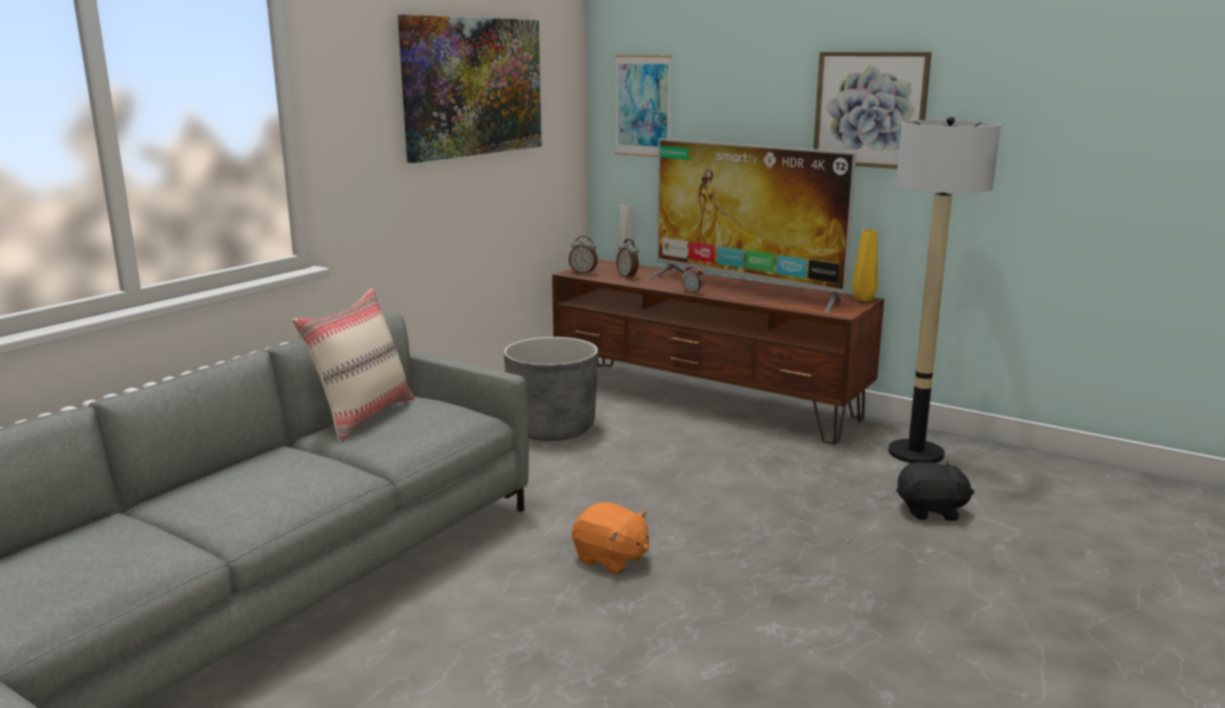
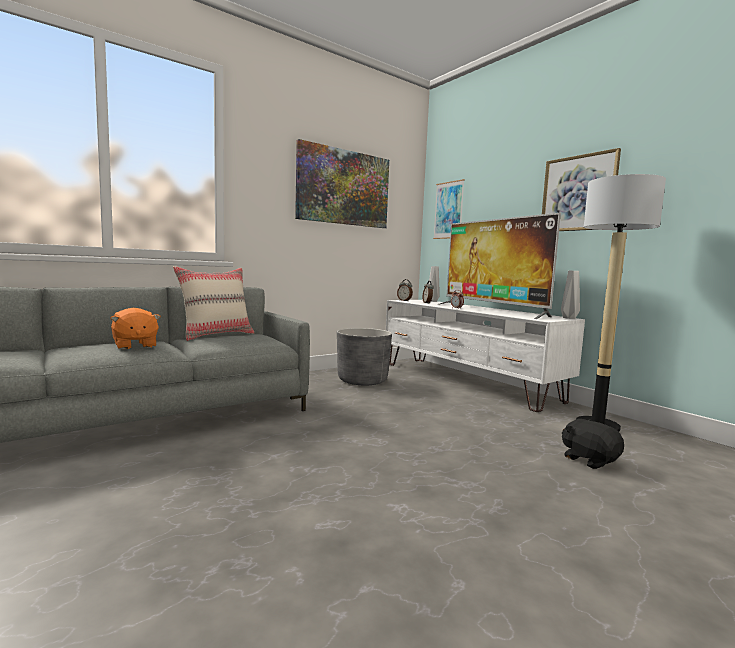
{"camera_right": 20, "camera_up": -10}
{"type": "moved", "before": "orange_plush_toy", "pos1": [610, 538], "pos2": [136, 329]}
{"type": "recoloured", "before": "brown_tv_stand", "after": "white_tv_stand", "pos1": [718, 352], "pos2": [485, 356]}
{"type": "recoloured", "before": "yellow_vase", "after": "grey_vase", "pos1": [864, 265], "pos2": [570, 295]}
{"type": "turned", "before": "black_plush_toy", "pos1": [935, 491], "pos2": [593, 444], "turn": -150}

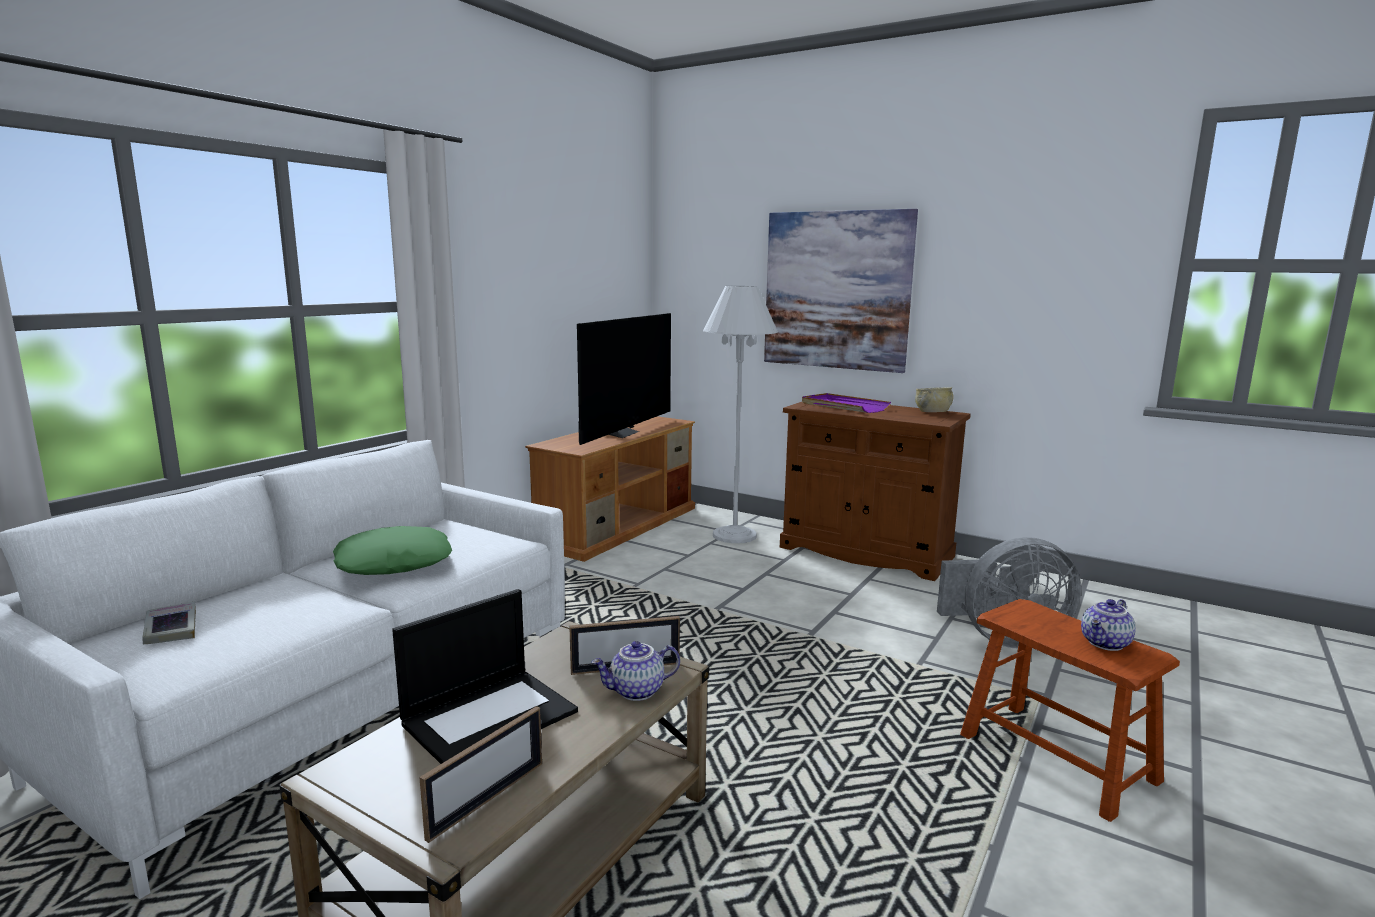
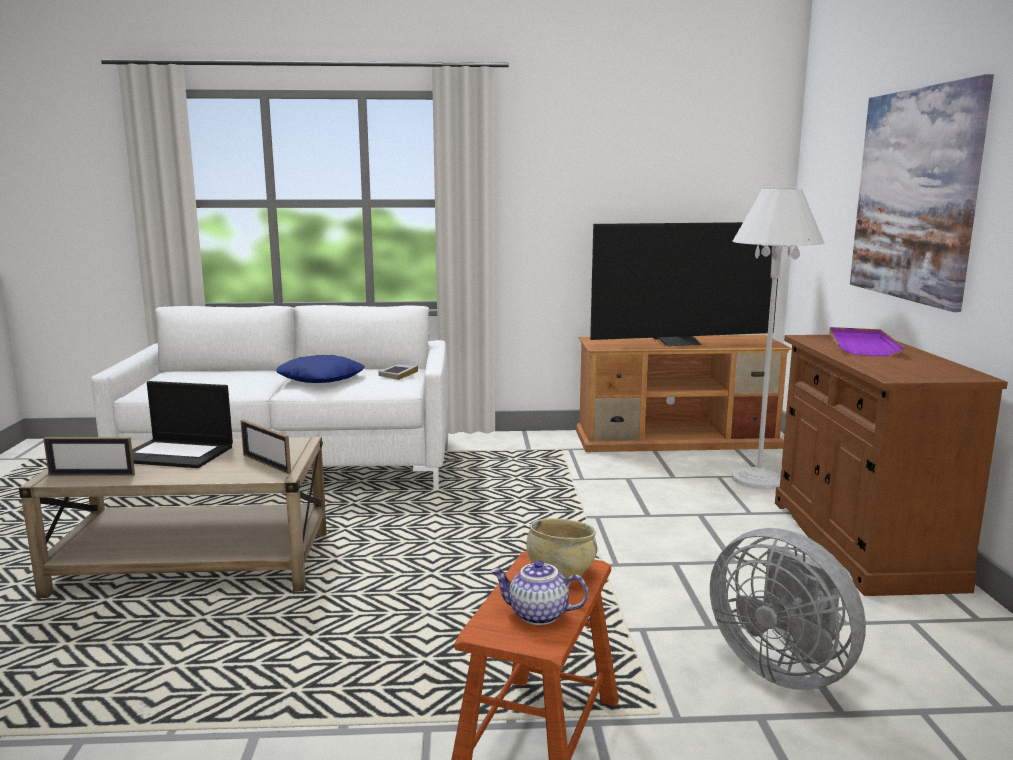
{"camera_right": 55, "camera_up": 0}
{"type": "recoloured", "before": "green_pillow", "after": "blue_pillow", "pos1": [392, 550], "pos2": [320, 369]}
{"type": "moved", "before": "book", "pos1": [169, 623], "pos2": [398, 372]}
{"type": "moved", "before": "beige_bowl", "pos1": [934, 399], "pos2": [561, 548]}
{"type": "removed", "before": "teapot", "pos1": [635, 671]}

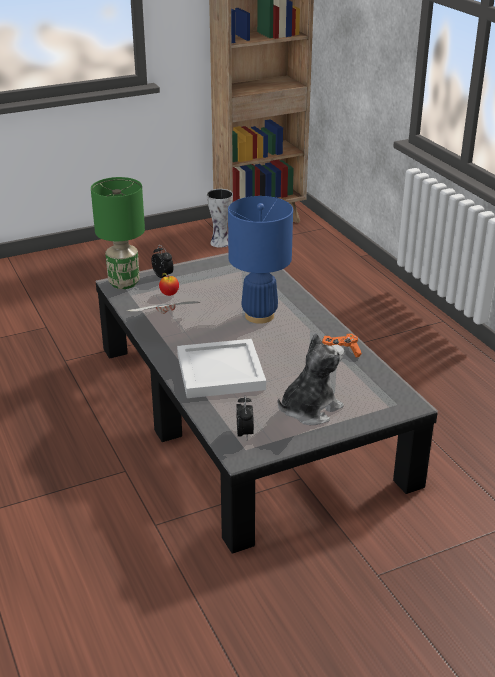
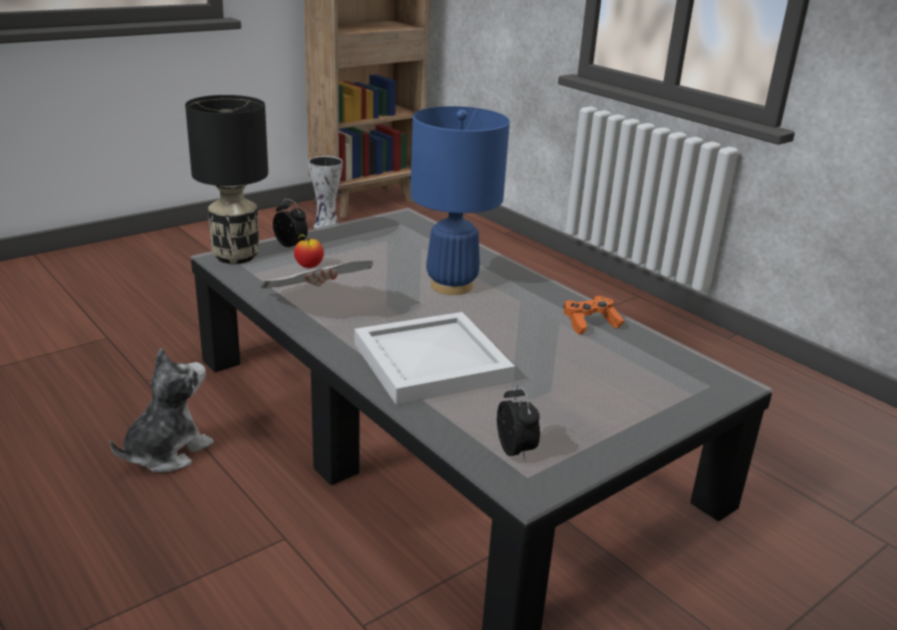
{"camera_right": -15, "camera_up": -5}
{"type": "moved", "before": "plush_toy", "pos1": [311, 379], "pos2": [162, 410]}
{"type": "recoloured", "before": "green_table_lamp", "after": "black_table_lamp", "pos1": [118, 233], "pos2": [226, 179]}

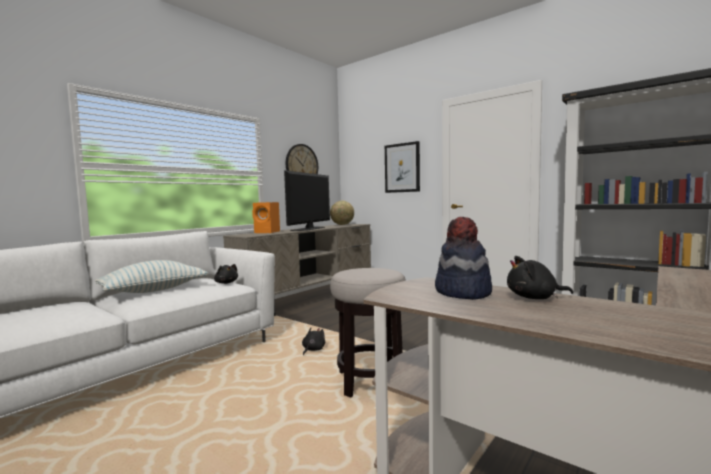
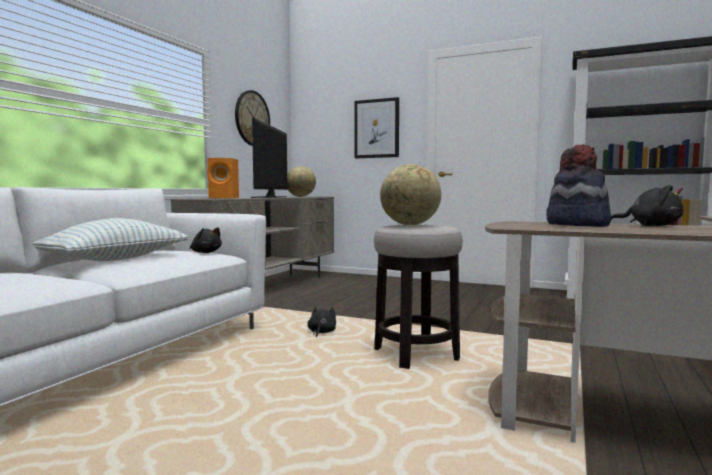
{"camera_right": -15, "camera_up": 0}
{"type": "added", "after": "globe", "pos2": [410, 194]}
{"type": "turned", "before": "black_plush_toy", "pos1": [540, 277], "pos2": [647, 205], "turn": -135}

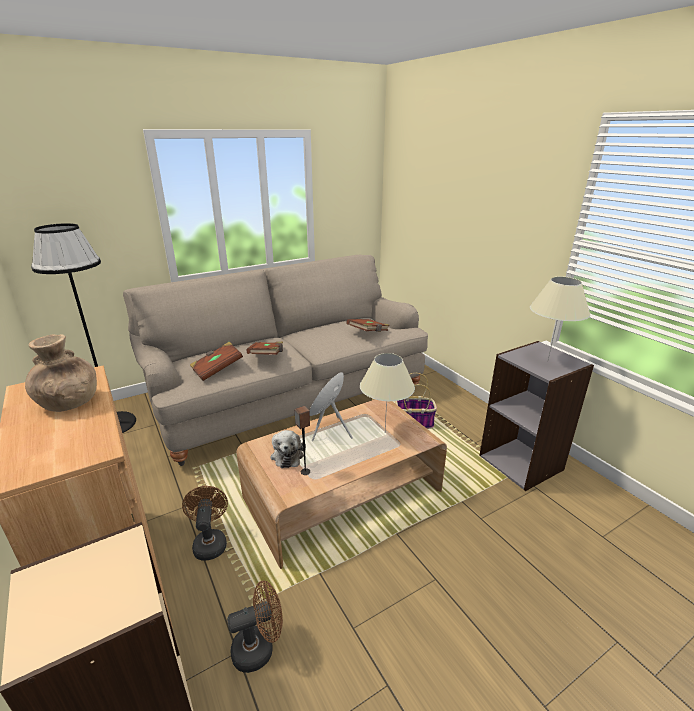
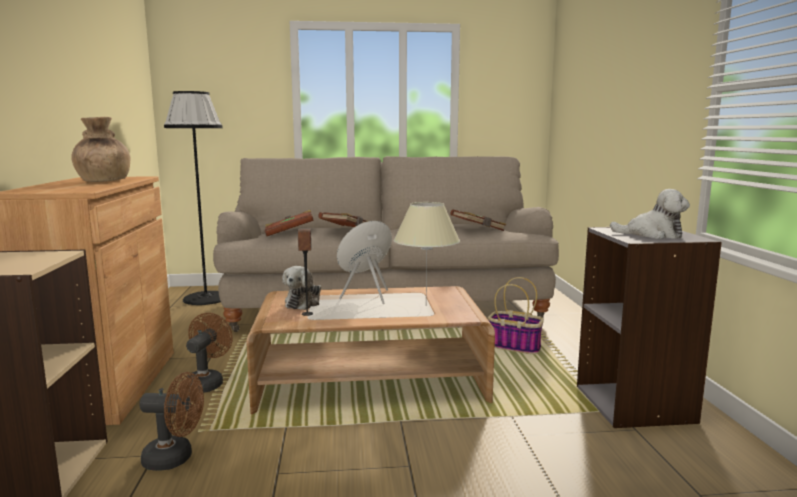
{"camera_right": 25, "camera_up": -15}
{"type": "replaced", "before": "beige_table_lamp", "after": "plush_toy", "pos1": [560, 318], "pos2": [650, 214]}

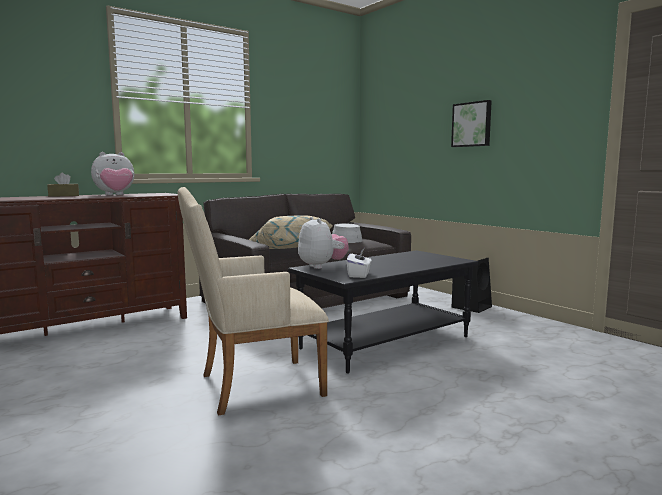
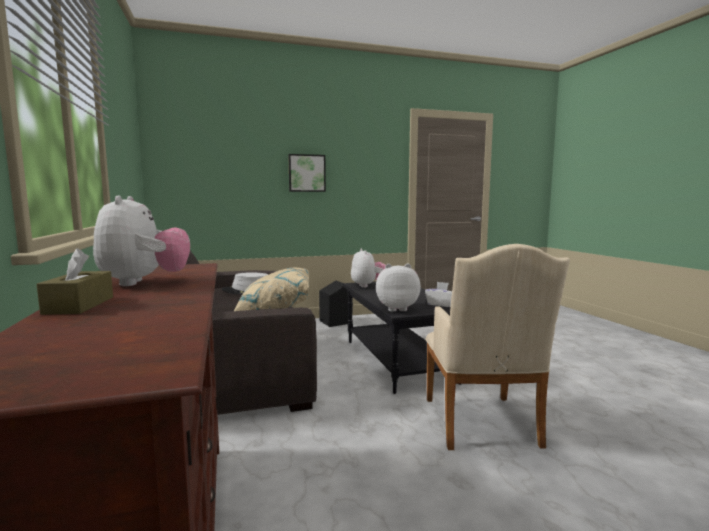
{"camera_right": -70, "camera_up": 0}
{"type": "added", "after": "plush_toy", "pos2": [368, 268]}

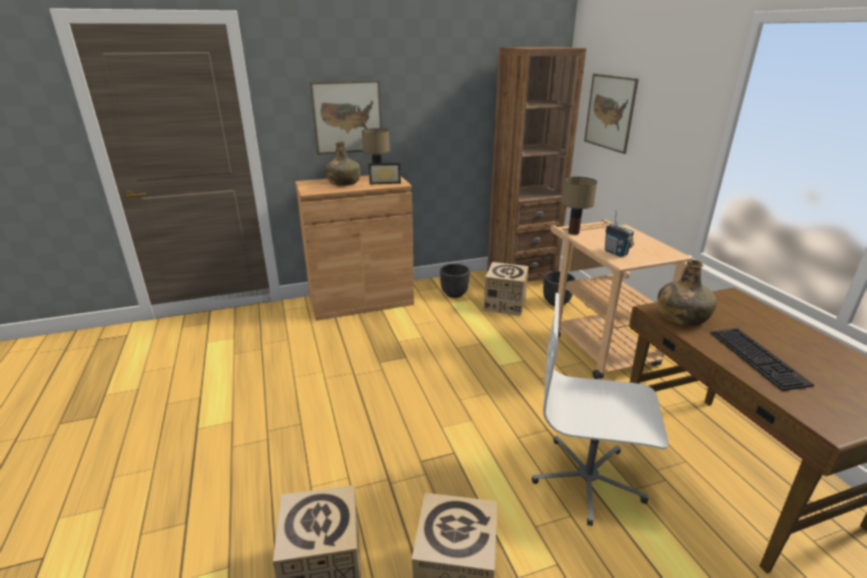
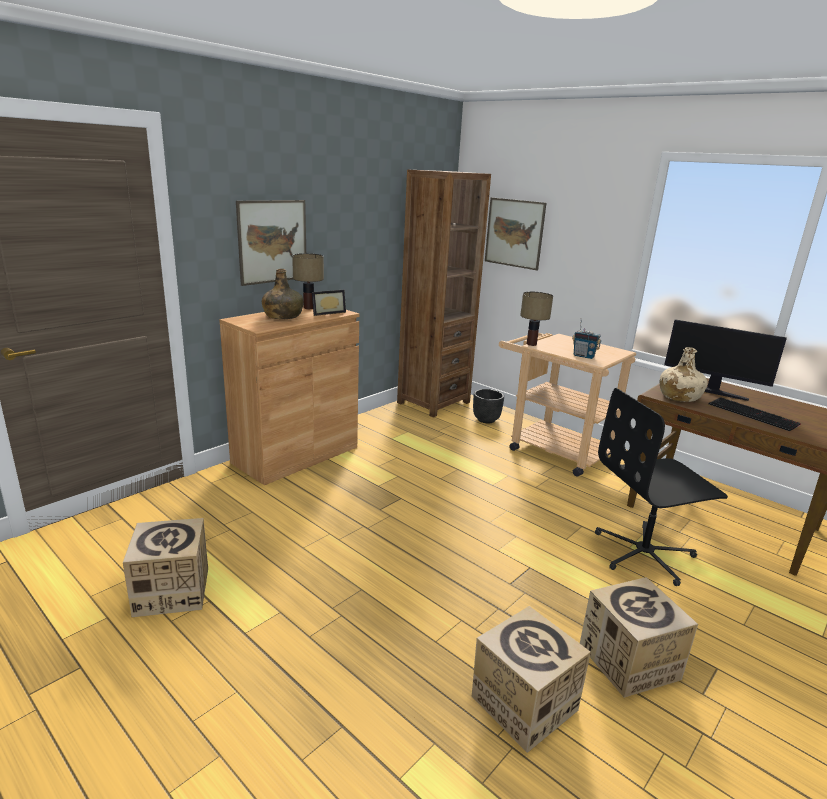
{"camera_right": -30, "camera_up": -5}
{"type": "moved", "before": "cardboard_box", "pos1": [506, 289], "pos2": [165, 567]}
{"type": "recoloured", "before": "white_office_chair", "after": "black_office_chair", "pos1": [600, 409], "pos2": [661, 487]}
{"type": "recoloured", "before": "green_bottle", "after": "beige_bottle", "pos1": [687, 293], "pos2": [684, 374]}
{"type": "added", "after": "monitor", "pos2": [725, 360]}
{"type": "removed", "before": "black_planter", "pos1": [455, 281]}

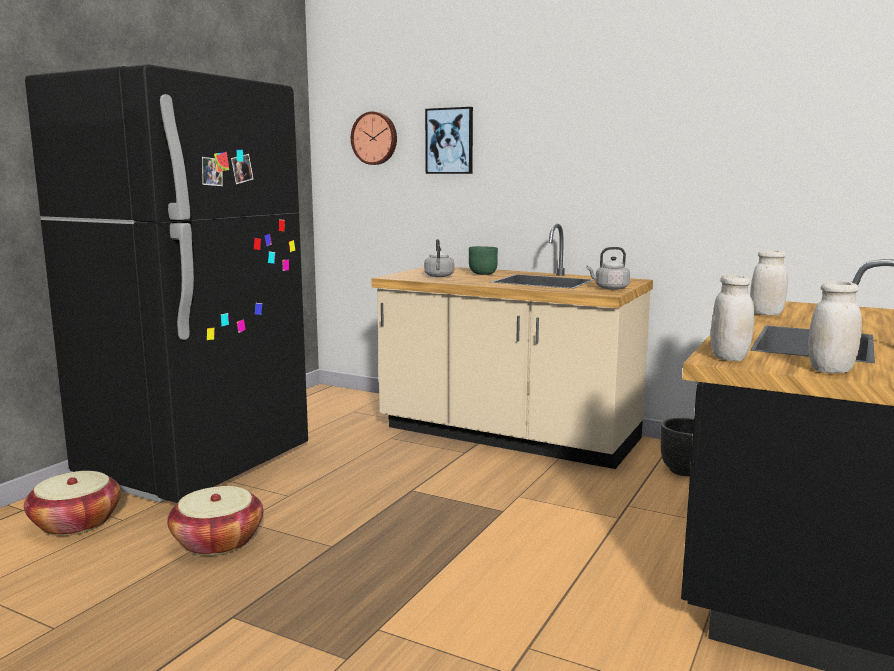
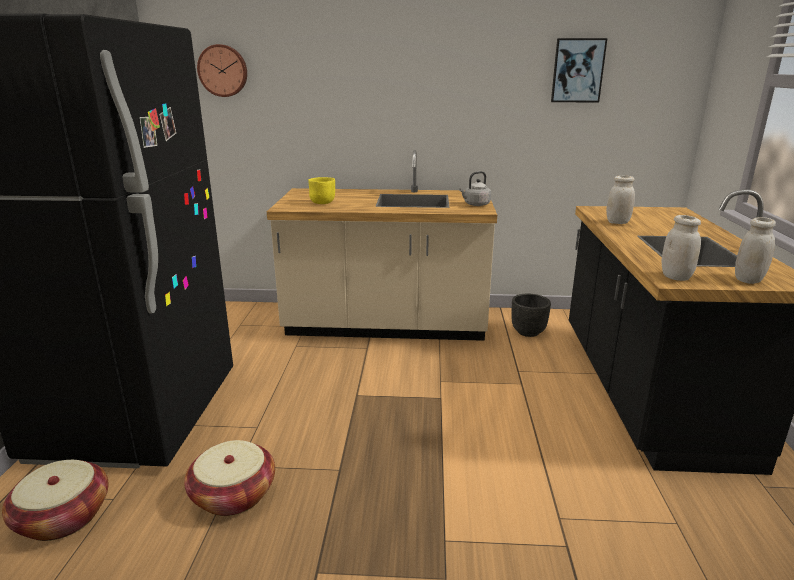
{"camera_right": -25, "camera_up": 10}
{"type": "replaced", "before": "grey_kettle", "after": "yellow_bowl", "pos1": [439, 258], "pos2": [321, 190]}
{"type": "moved", "before": "picture", "pos1": [449, 140], "pos2": [579, 70]}
{"type": "removed", "before": "green_bowl", "pos1": [483, 260]}

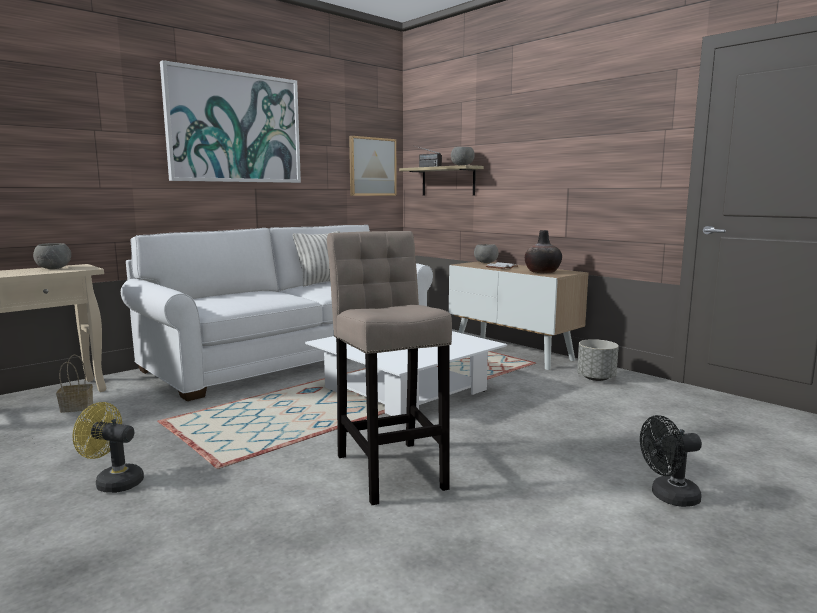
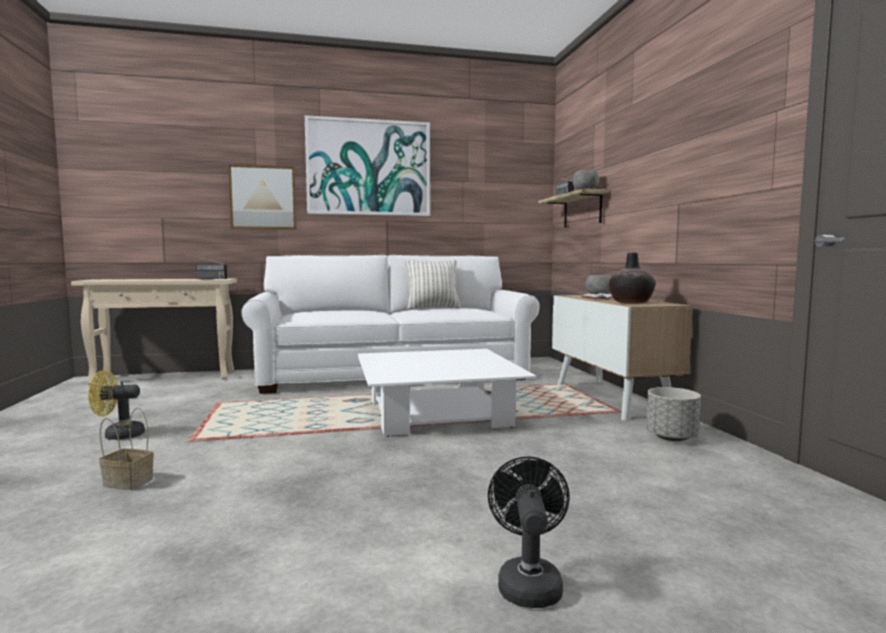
{"camera_right": 30, "camera_up": -5}
{"type": "turned", "before": "yellow_fan", "pos1": [108, 447], "pos2": [116, 405], "turn": -60}
{"type": "moved", "before": "basket", "pos1": [74, 384], "pos2": [126, 448]}
{"type": "replaced", "before": "grey_bowl", "after": "radio", "pos1": [52, 256], "pos2": [204, 266]}
{"type": "moved", "before": "picture", "pos1": [373, 166], "pos2": [262, 197]}
{"type": "turned", "before": "black_fan", "pos1": [671, 461], "pos2": [529, 532], "turn": 75}
{"type": "removed", "before": "beige_stool", "pos1": [389, 368]}

